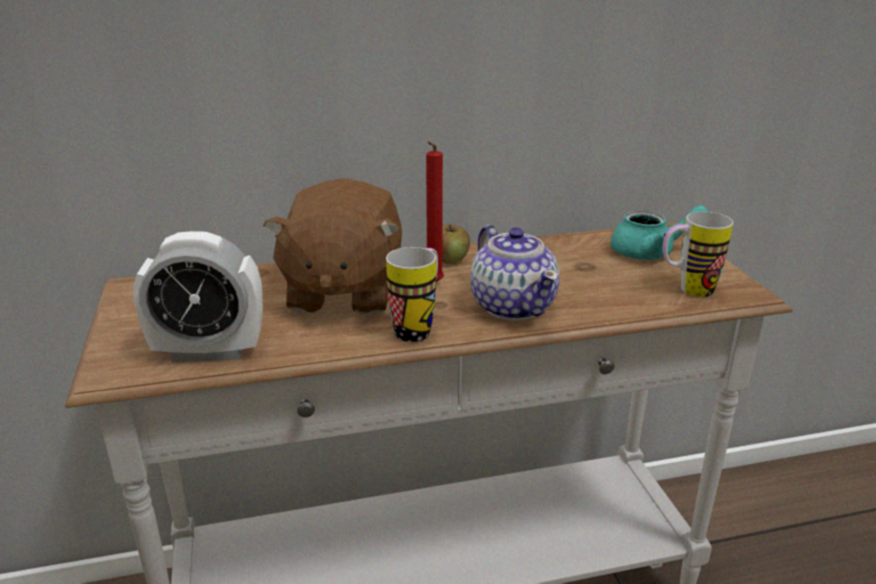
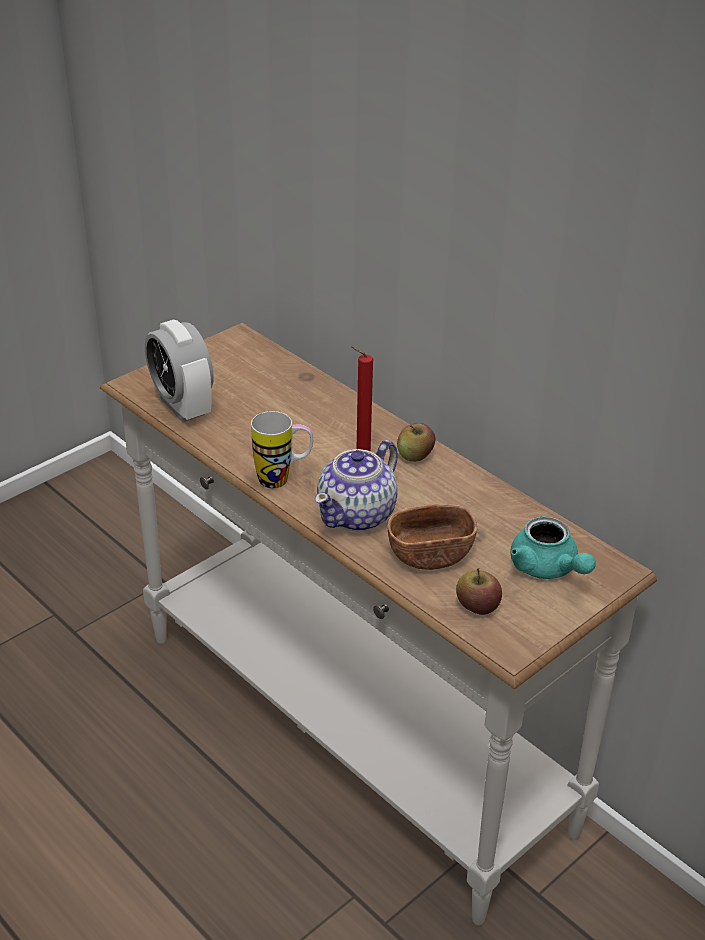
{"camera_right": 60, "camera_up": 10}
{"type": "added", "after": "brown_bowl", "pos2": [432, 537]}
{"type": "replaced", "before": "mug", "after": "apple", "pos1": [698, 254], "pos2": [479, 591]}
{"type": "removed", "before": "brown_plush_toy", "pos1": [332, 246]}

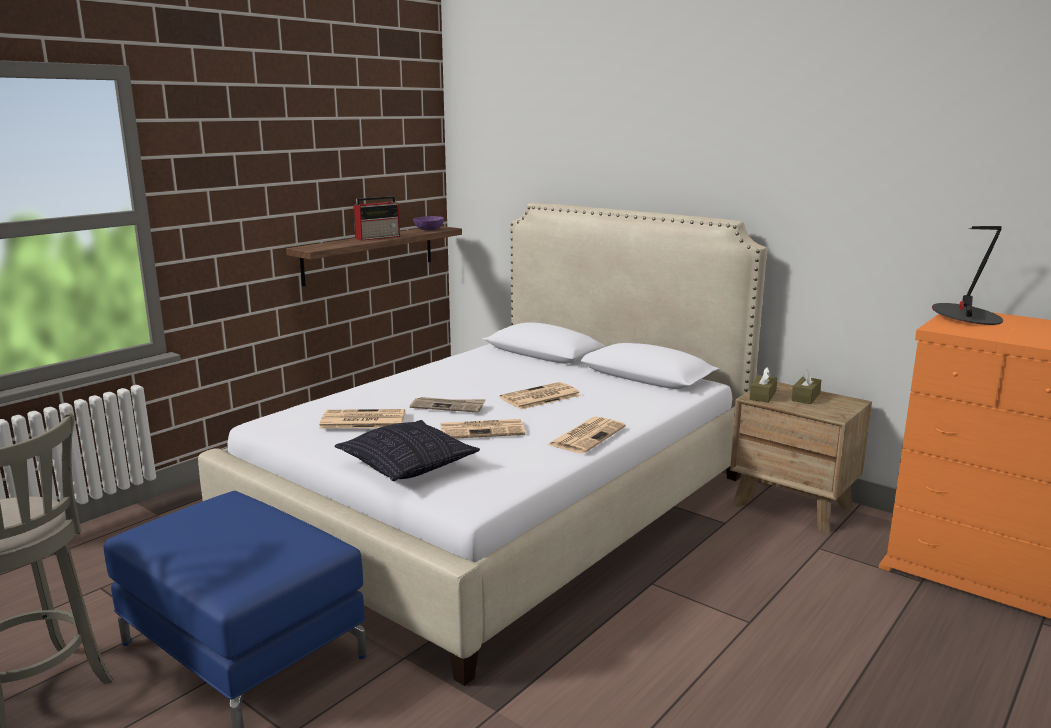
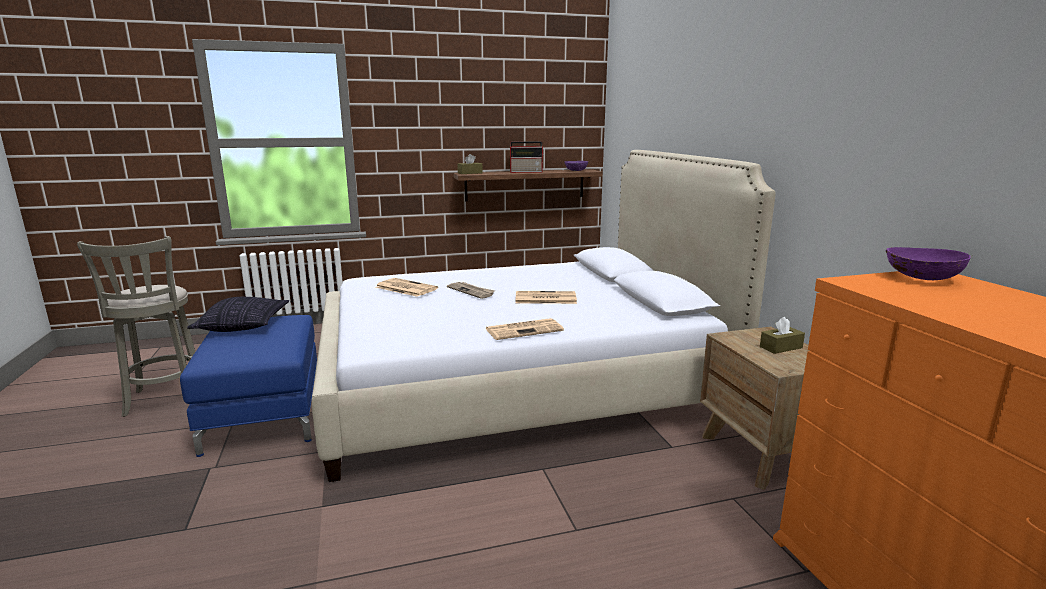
{"camera_right": 35, "camera_up": 0}
{"type": "moved", "before": "pillow", "pos1": [407, 450], "pos2": [238, 314]}
{"type": "moved", "before": "brown_tissue_box", "pos1": [763, 385], "pos2": [470, 164]}
{"type": "replaced", "before": "table_lamp", "after": "purple_bowl", "pos1": [967, 275], "pos2": [928, 263]}
{"type": "removed", "before": "newspaper", "pos1": [483, 429]}

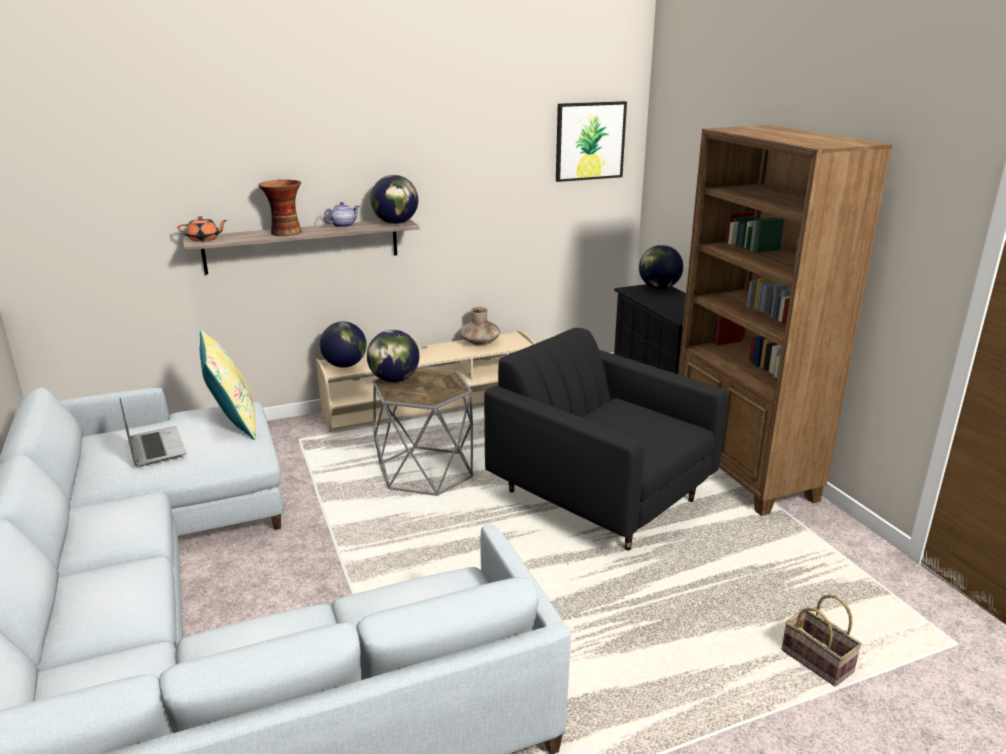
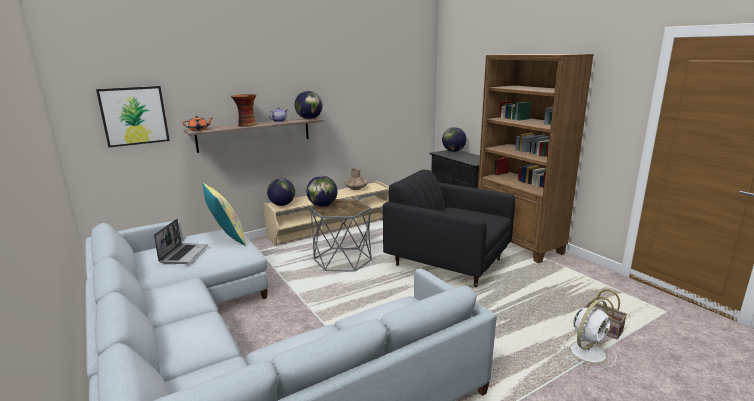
{"camera_right": -10, "camera_up": -5}
{"type": "moved", "before": "picture", "pos1": [591, 141], "pos2": [133, 117]}
{"type": "turned", "before": "laptop", "pos1": [153, 432], "pos2": [181, 241], "turn": 45}
{"type": "added", "after": "white_fan", "pos2": [590, 334]}

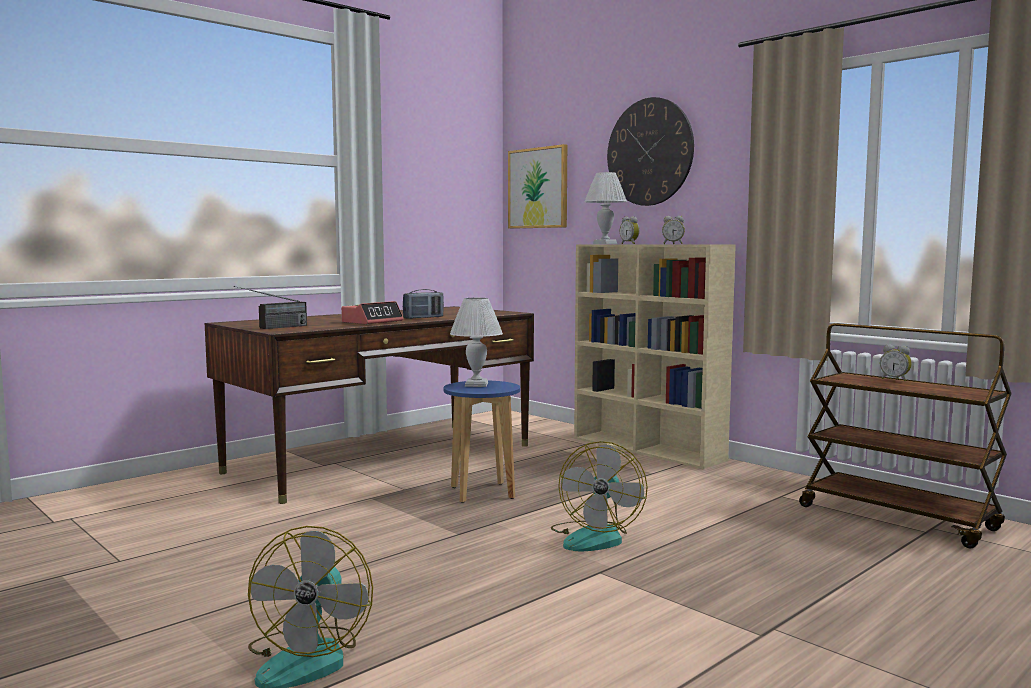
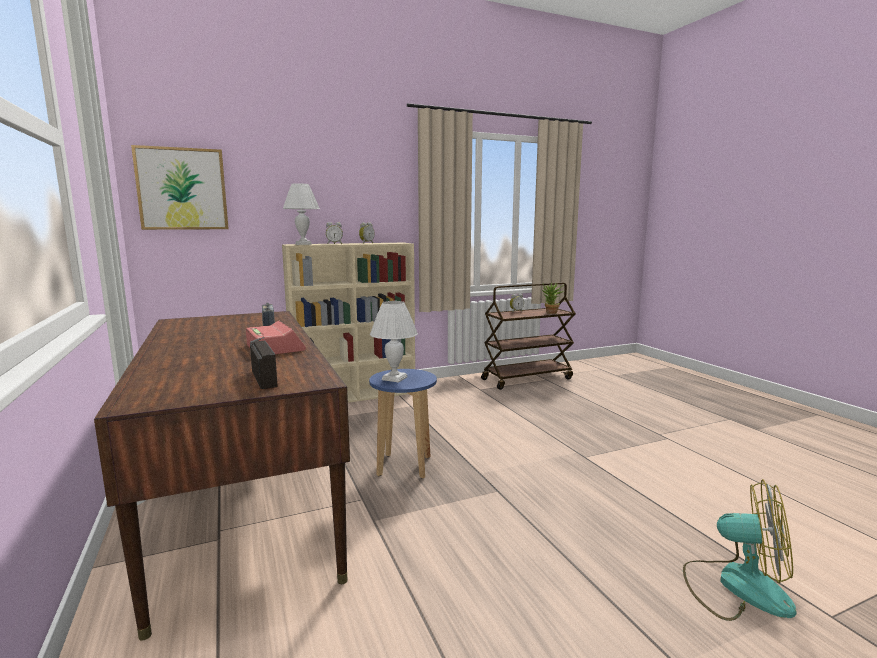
{"camera_right": -70, "camera_up": 5}
{"type": "added", "after": "potted_plant", "pos2": [553, 298]}
{"type": "removed", "before": "fan", "pos1": [599, 496]}
{"type": "removed", "before": "wall_clock", "pos1": [650, 151]}

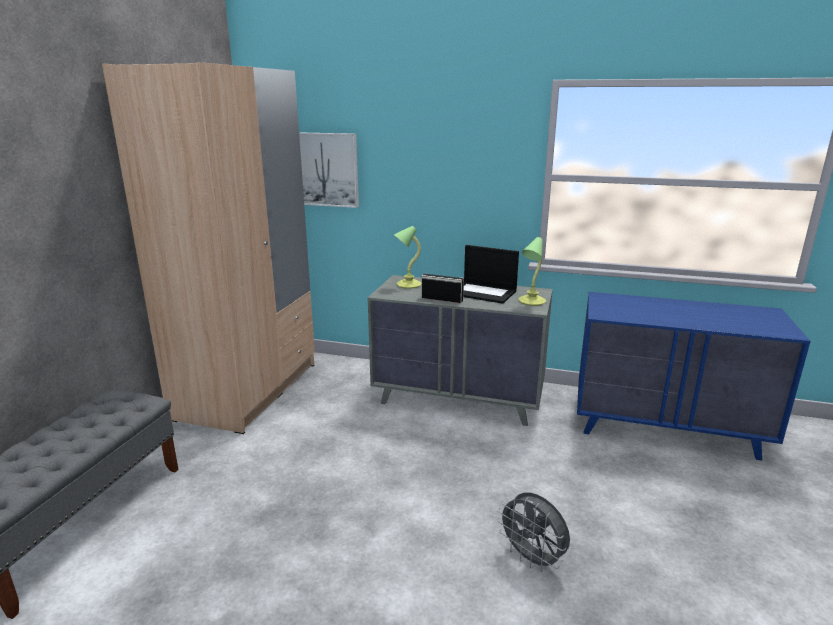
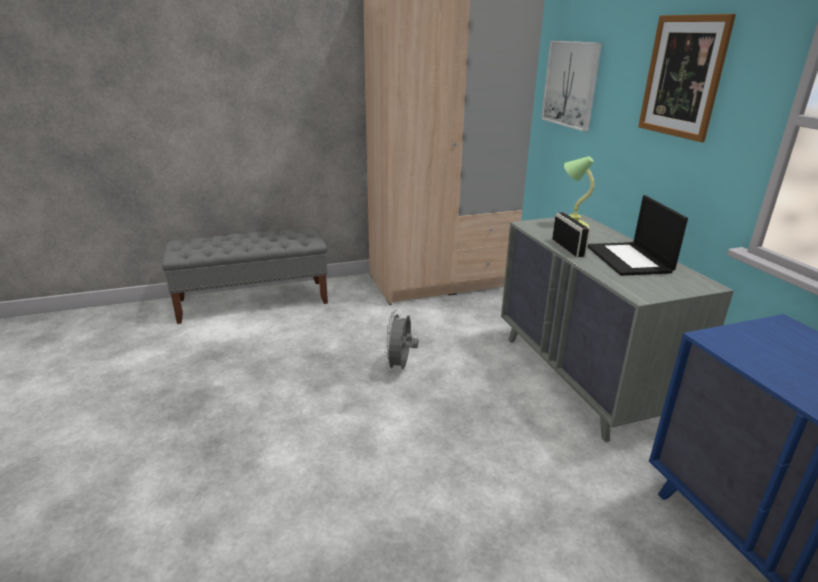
{"camera_right": 55, "camera_up": 5}
{"type": "moved", "before": "grey_fan", "pos1": [533, 532], "pos2": [401, 341]}
{"type": "added", "after": "picture", "pos2": [687, 78]}
{"type": "removed", "before": "table_lamp", "pos1": [532, 271]}

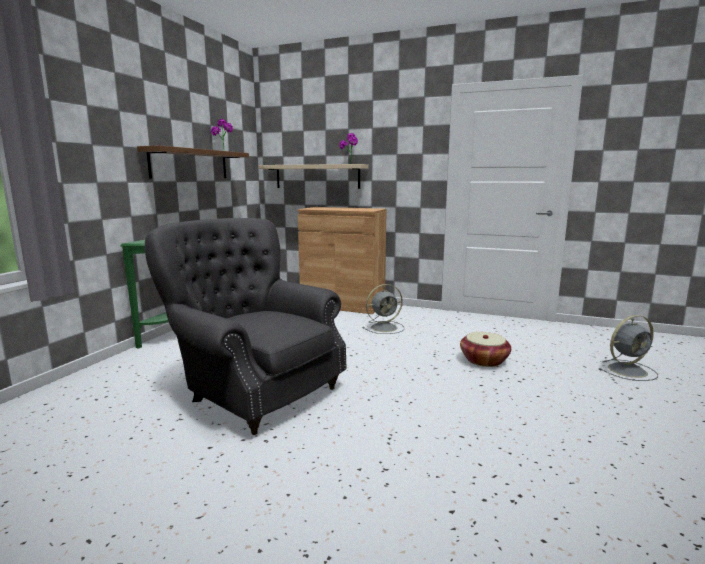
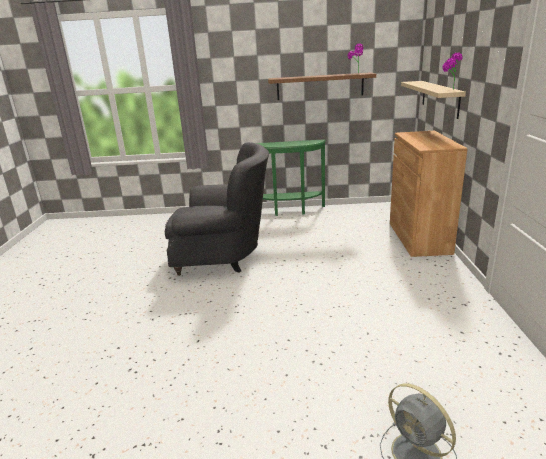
{"camera_right": 70, "camera_up": 10}
{"type": "turned", "before": "grey_armchair", "pos1": [245, 326], "pos2": [217, 209], "turn": 75}
{"type": "removed", "before": "grey_fan", "pos1": [383, 309]}
{"type": "removed", "before": "basket", "pos1": [485, 349]}

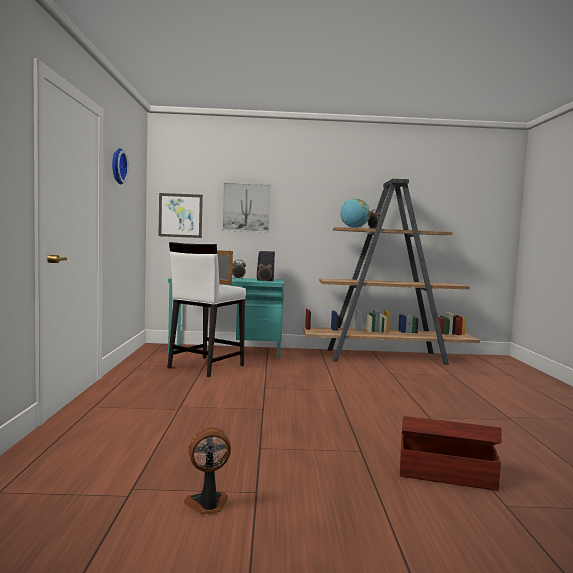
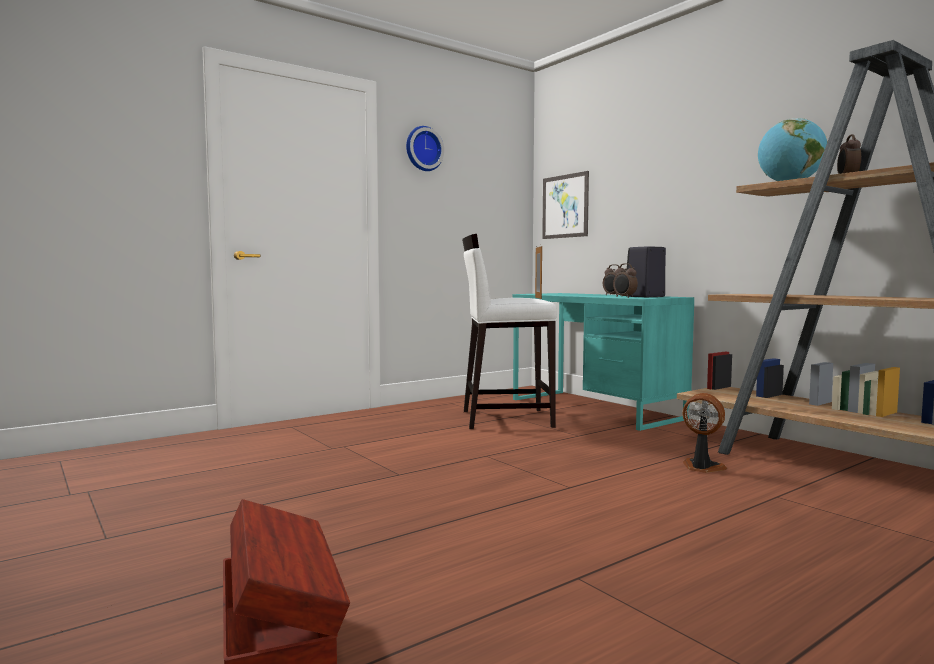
{"camera_right": 55, "camera_up": 0}
{"type": "moved", "before": "fan", "pos1": [207, 471], "pos2": [704, 433]}
{"type": "removed", "before": "picture", "pos1": [246, 207]}

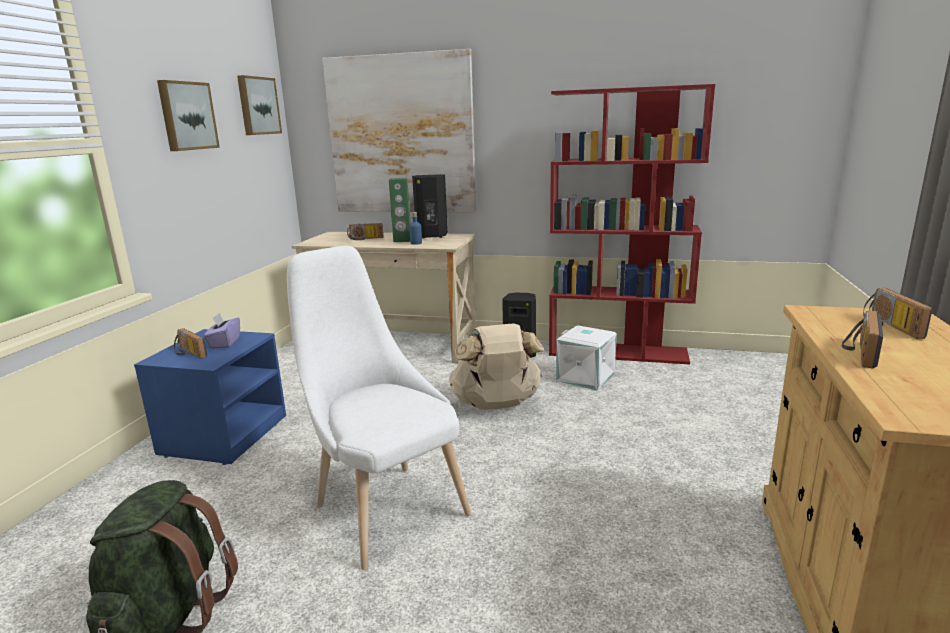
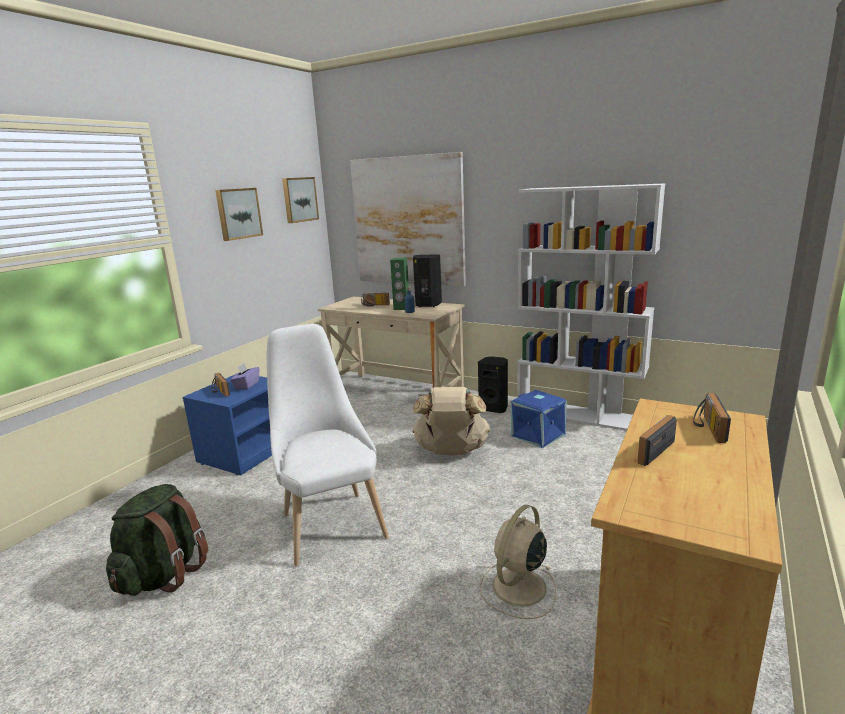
{"camera_right": 15, "camera_up": 0}
{"type": "added", "after": "beige_fan", "pos2": [517, 562]}
{"type": "recoloured", "before": "white_storage_box", "after": "blue_storage_box", "pos1": [586, 358], "pos2": [539, 419]}
{"type": "recoloured", "before": "red_bookcase", "after": "white_bookcase", "pos1": [632, 224], "pos2": [591, 307]}

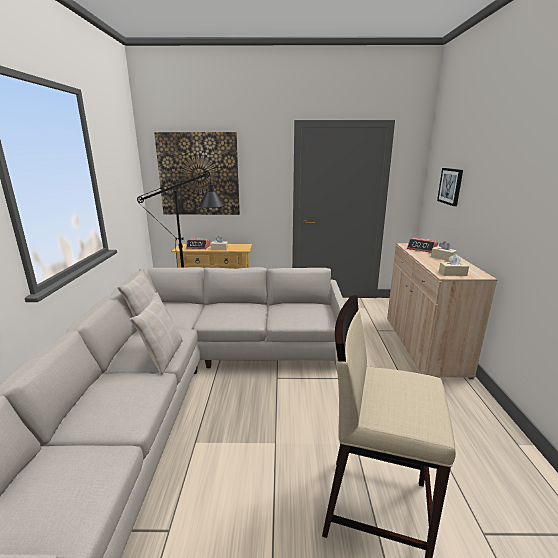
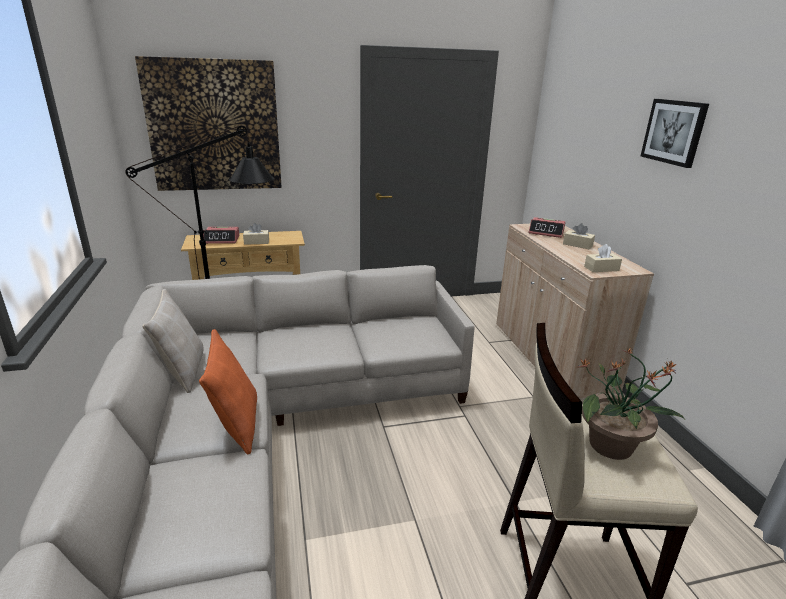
{"camera_right": -15, "camera_up": 5}
{"type": "recoloured", "before": "beige_pillow", "after": "orange_pillow", "pos1": [156, 333], "pos2": [228, 391]}
{"type": "added", "after": "potted_plant", "pos2": [631, 404]}
{"type": "moved", "before": "picture", "pos1": [450, 187], "pos2": [675, 133]}

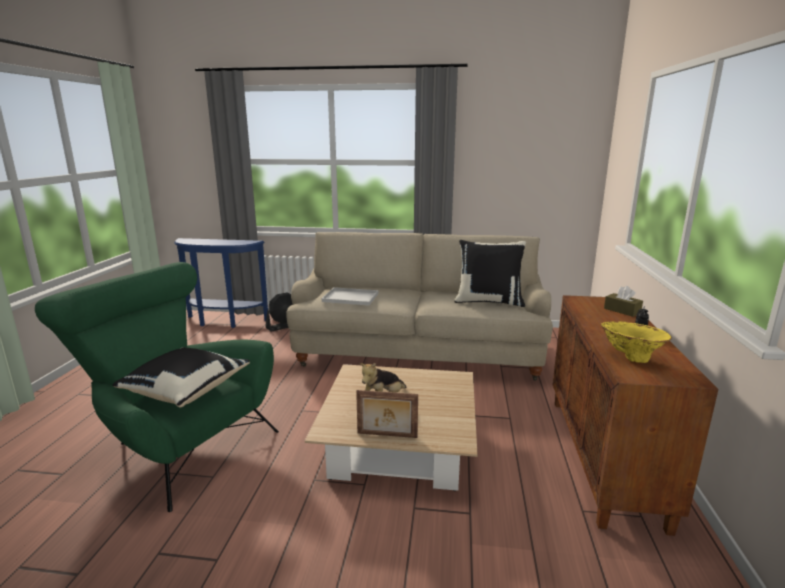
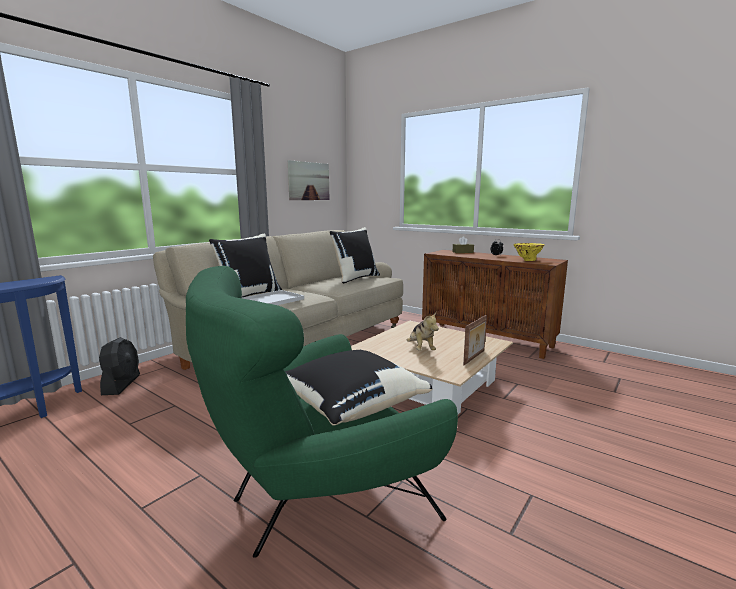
{"camera_right": -60, "camera_up": -5}
{"type": "added", "after": "black_pillow", "pos2": [245, 265]}
{"type": "added", "after": "picture", "pos2": [309, 180]}

